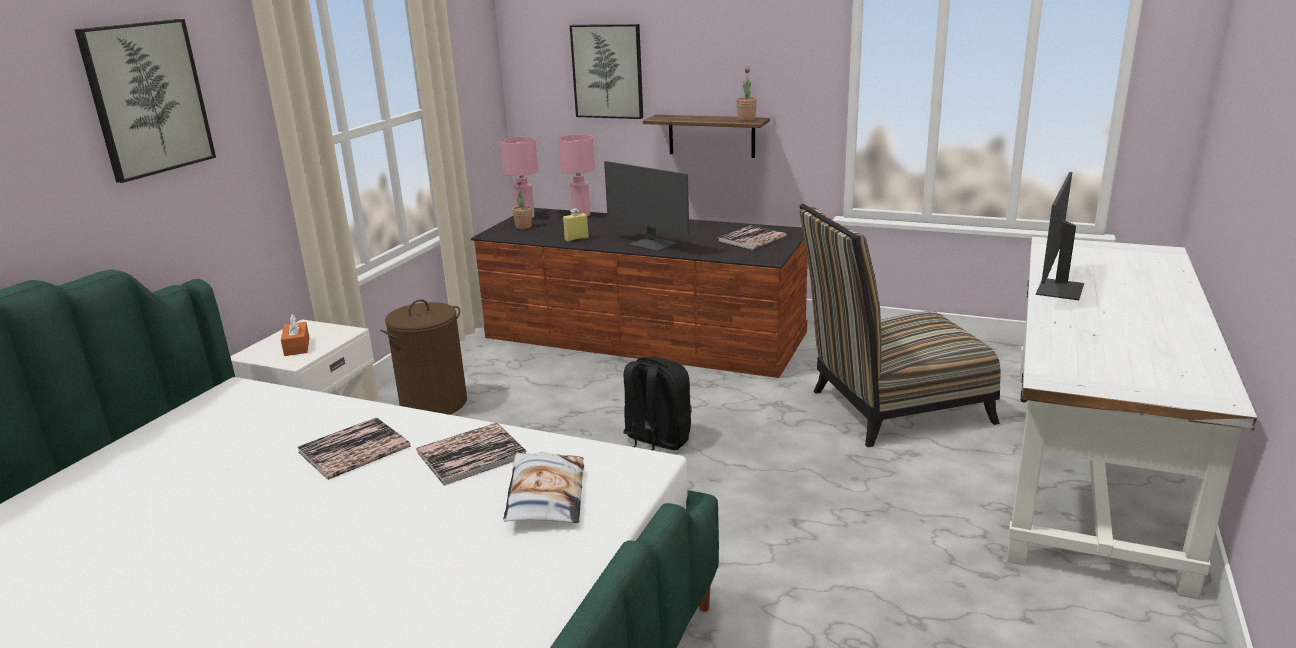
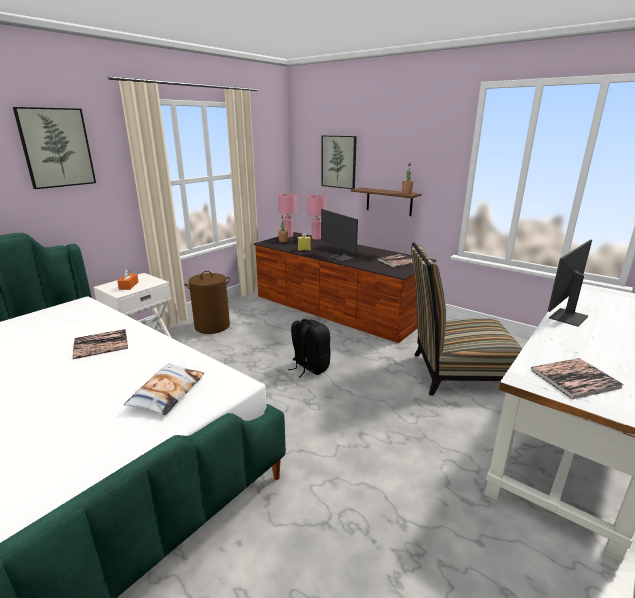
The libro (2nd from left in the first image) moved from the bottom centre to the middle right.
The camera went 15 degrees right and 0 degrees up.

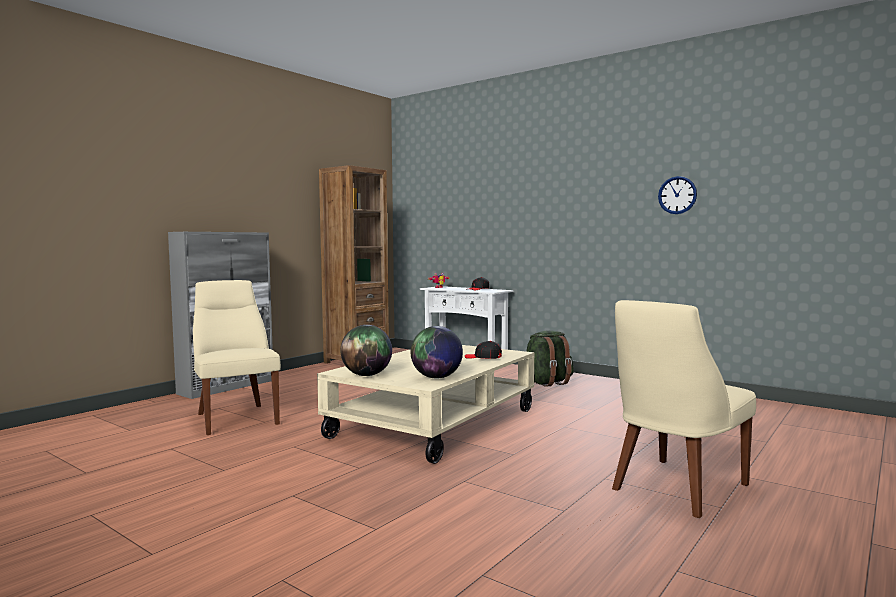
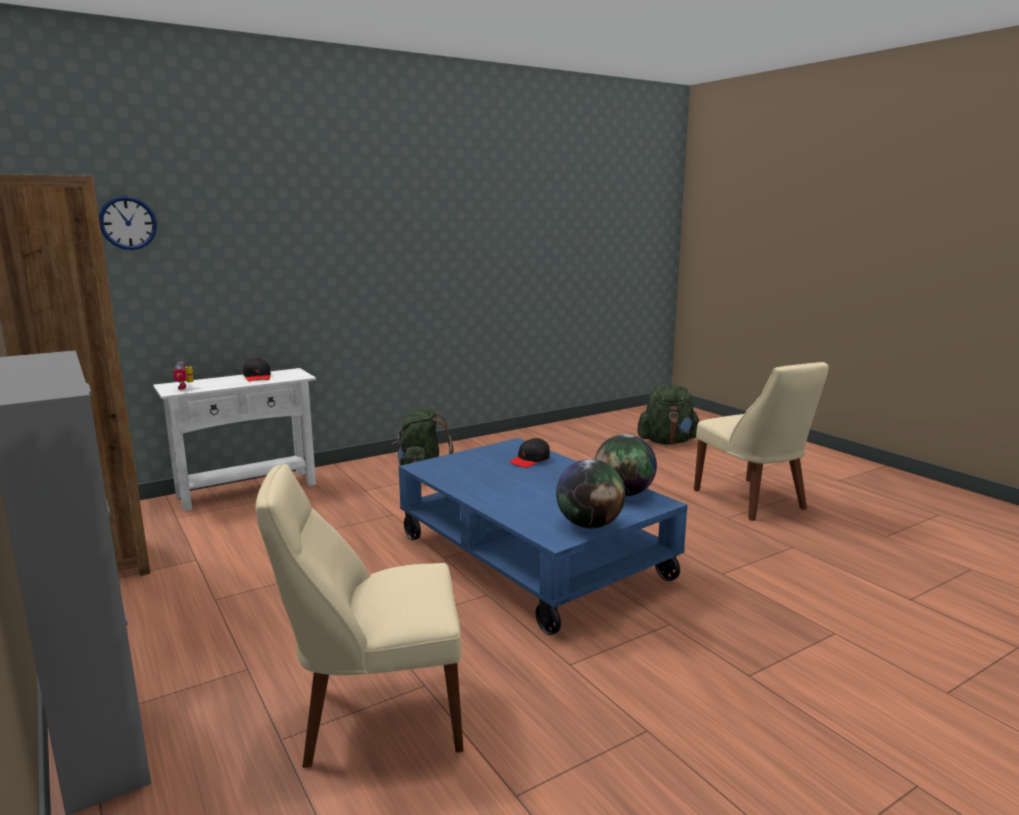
The reloj de pared moved from the top right to the top left.
The mesa de centro (beis) at the bottom centre became the mesa de centro (azul) at the centre.
The mochila (verde) (2nd from left) at the centre appeared.
The camera went 70 degrees left and 10 degrees up.

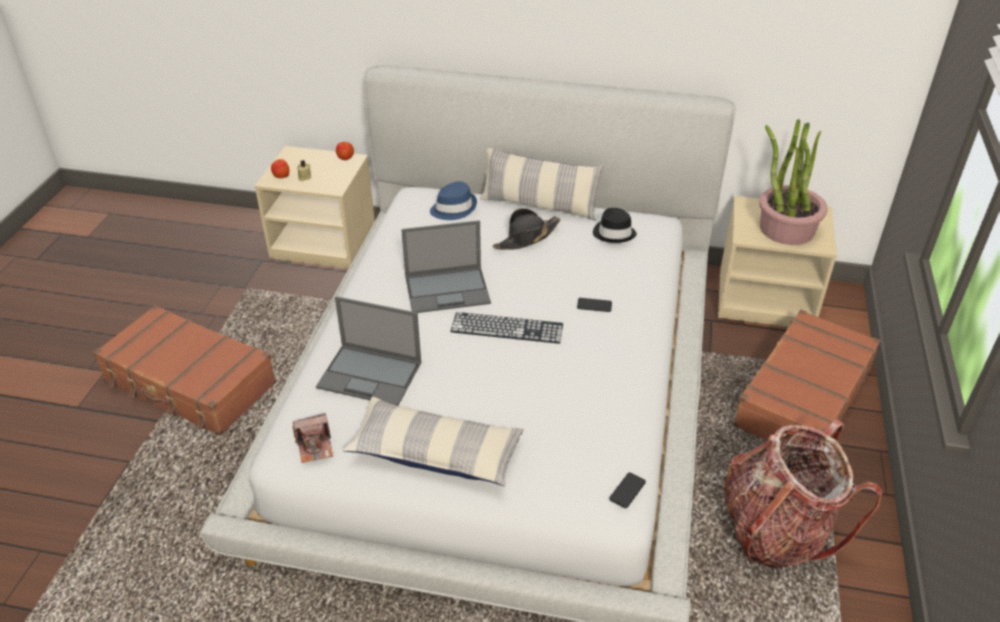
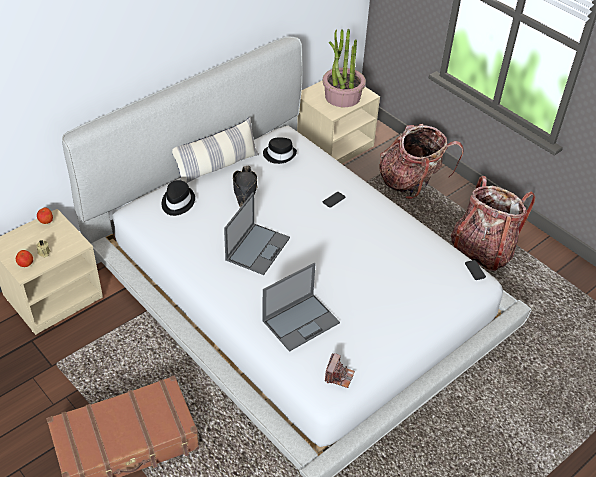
The sombrero (azul) at the top centre became the sombrero (negro) (1st from left) at the middle left.
The maleta (marrón) (2nd from left) at the middle right was replaced by the mochila (1st from left) at the middle right.
The cojín (1st from left) at the bottom centre disappeared.
The teclado at the centre disappeared.
The camera went 55 degrees left and 5 degrees up.

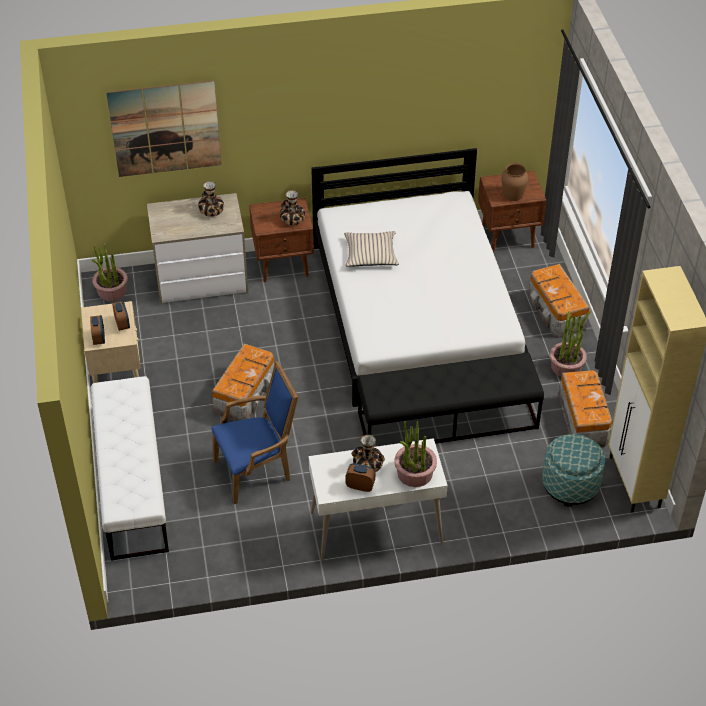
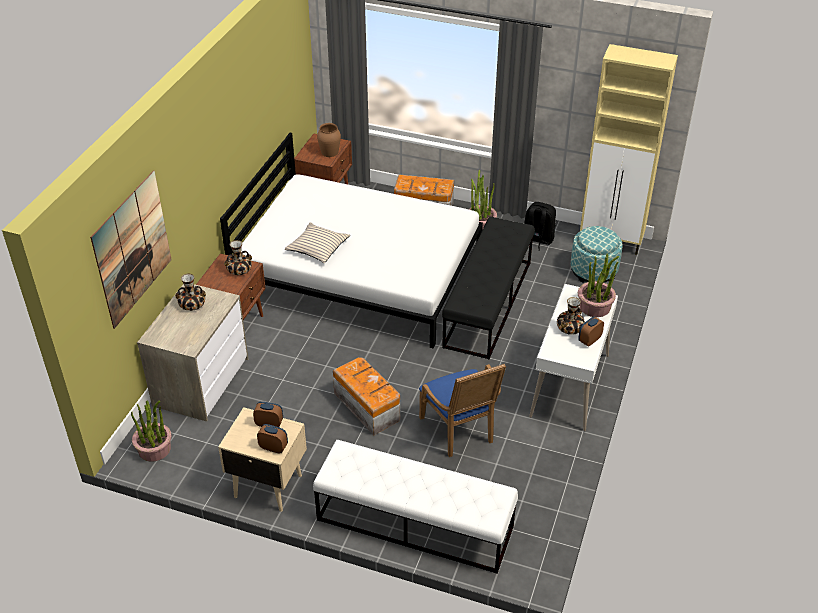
The sillón (azul) at the centre turned 150 degrees clockwise.
The caja de almacenaje (3rd from left) at the middle right was replaced by the mochila (negro) at the centre.
The camera went 60 degrees left and 5 degrees down.

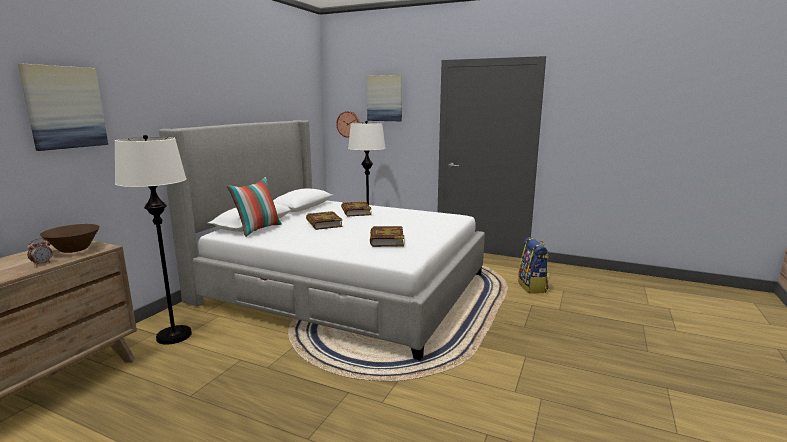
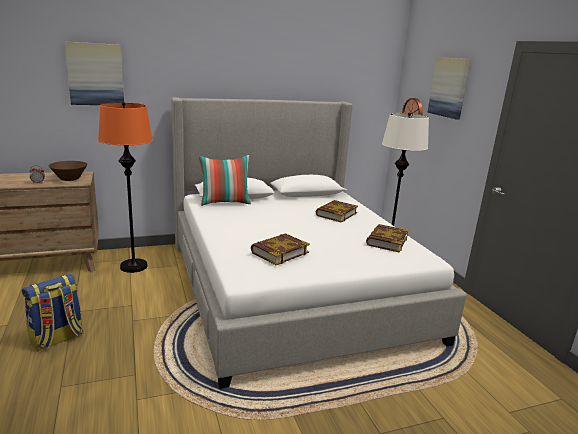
The mochila moved from the middle right to the bottom left.
The lámpara de pie (blanco) (1st from left) at the middle left became the lámpara de pie (naranja) at the middle left.
The libro (1st from left in the first image) moved from the centre to the middle right.
The camera went 45 degrees right and 5 degrees up.

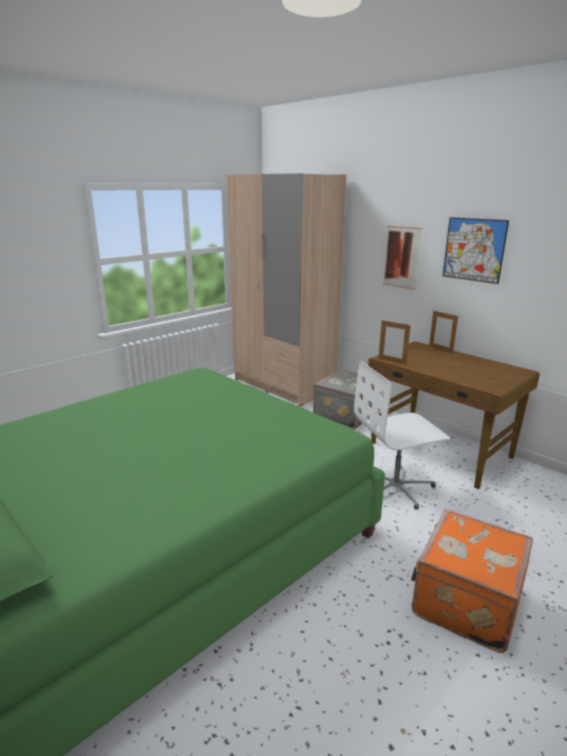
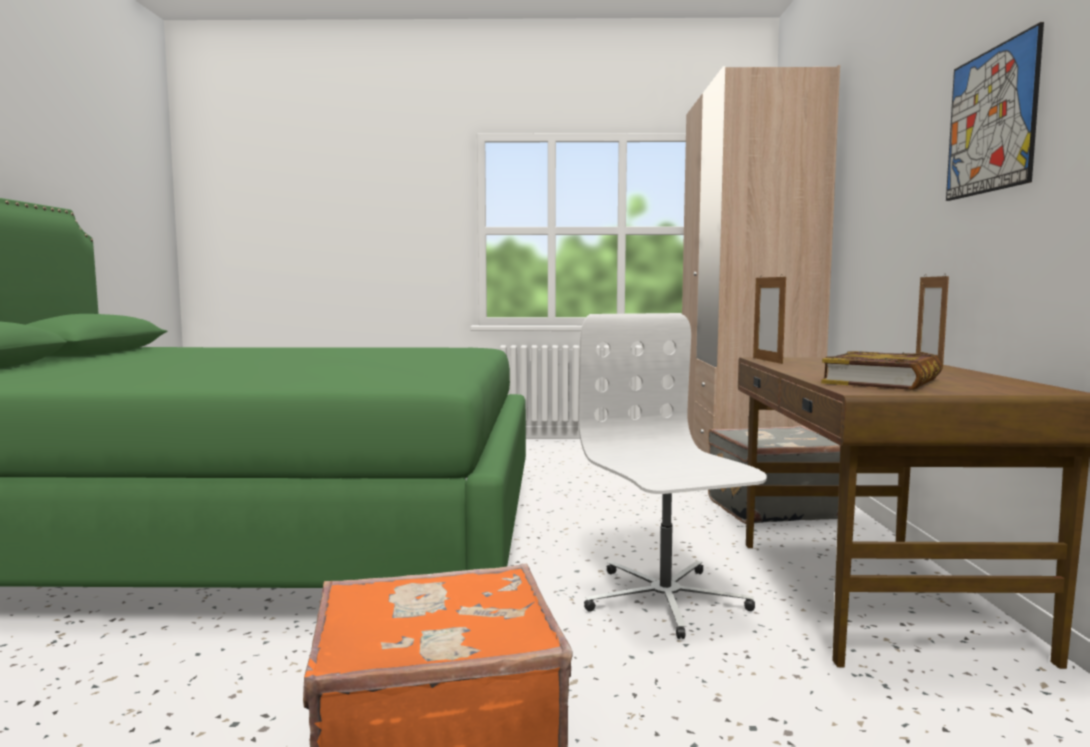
The silla de oficina (blanco) at the middle right turned 45 degrees clockwise.
The libro at the middle right appeared.
The cuadro (1st from left) at the middle right disappeared.
The camera went 45 degrees right and 15 degrees down.

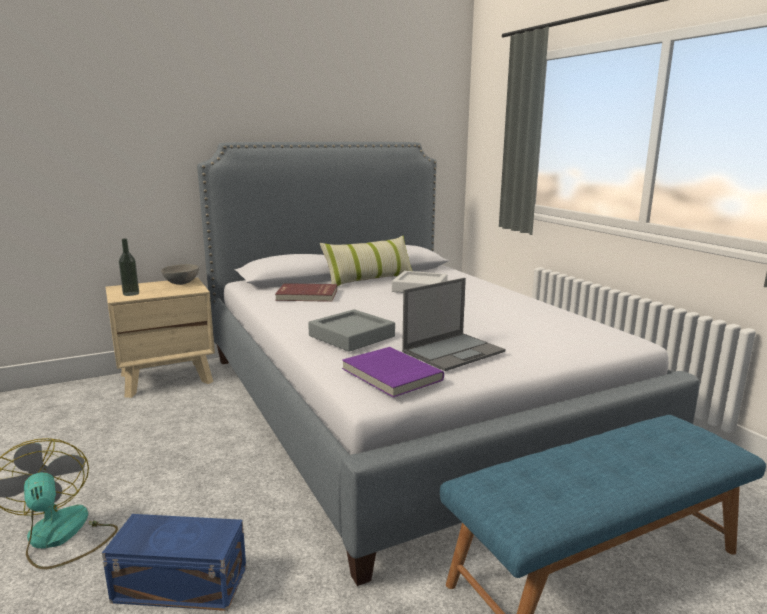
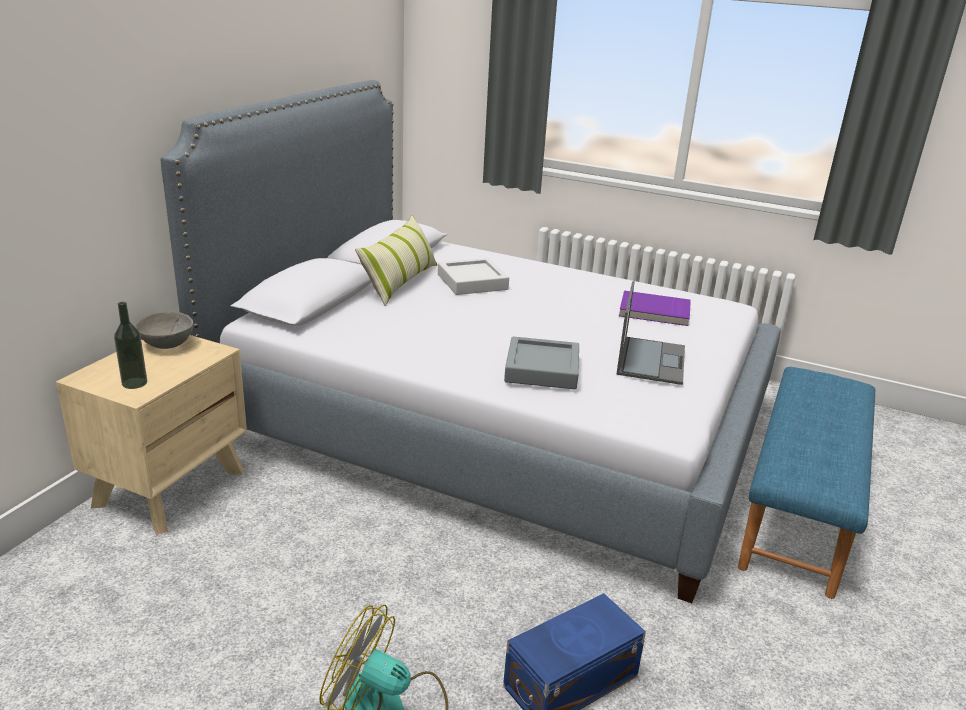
The libro (morado) moved from the centre to the middle right.
The libro (rojo) at the centre disappeared.
The camera went 40 degrees left and 10 degrees up.

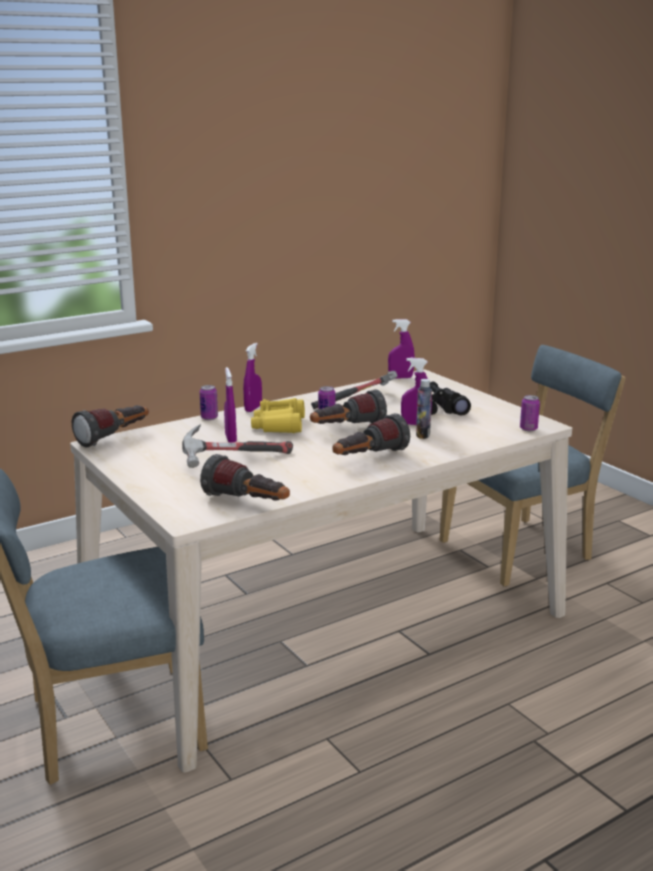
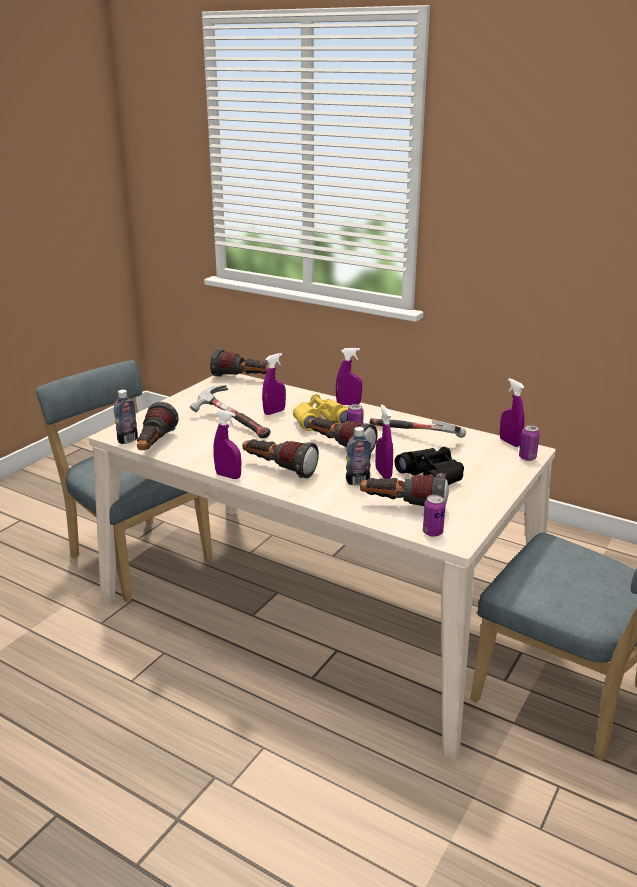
The botella (1st from left) at the middle left appeared.
The pulverizador (morado) (1st from left) at the centre appeared.
The linterna (5th from left) at the centre appeared.
The lata (1st from left in the first image) moved from the middle left to the middle right.
The camera went 65 degrees right and 5 degrees up.

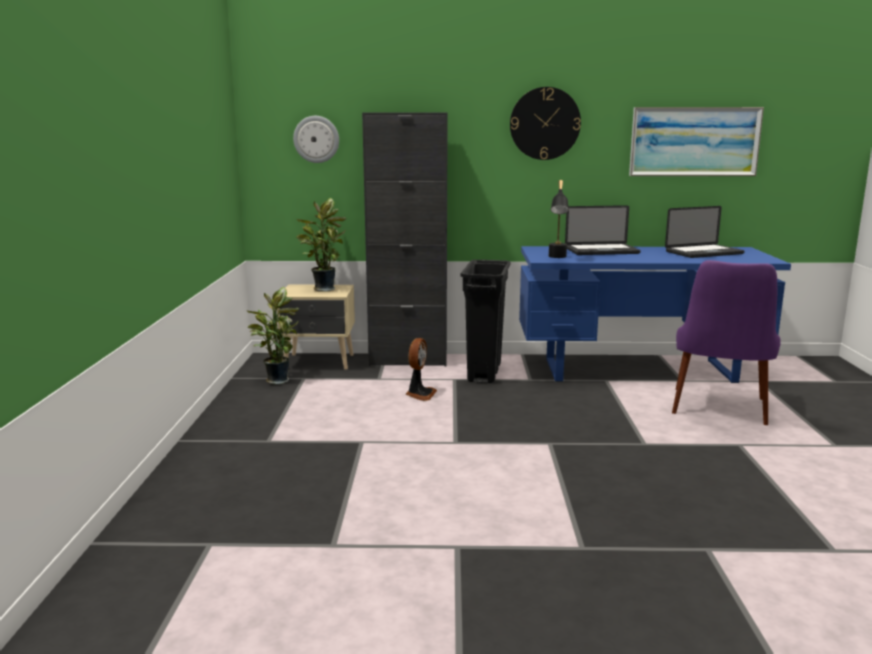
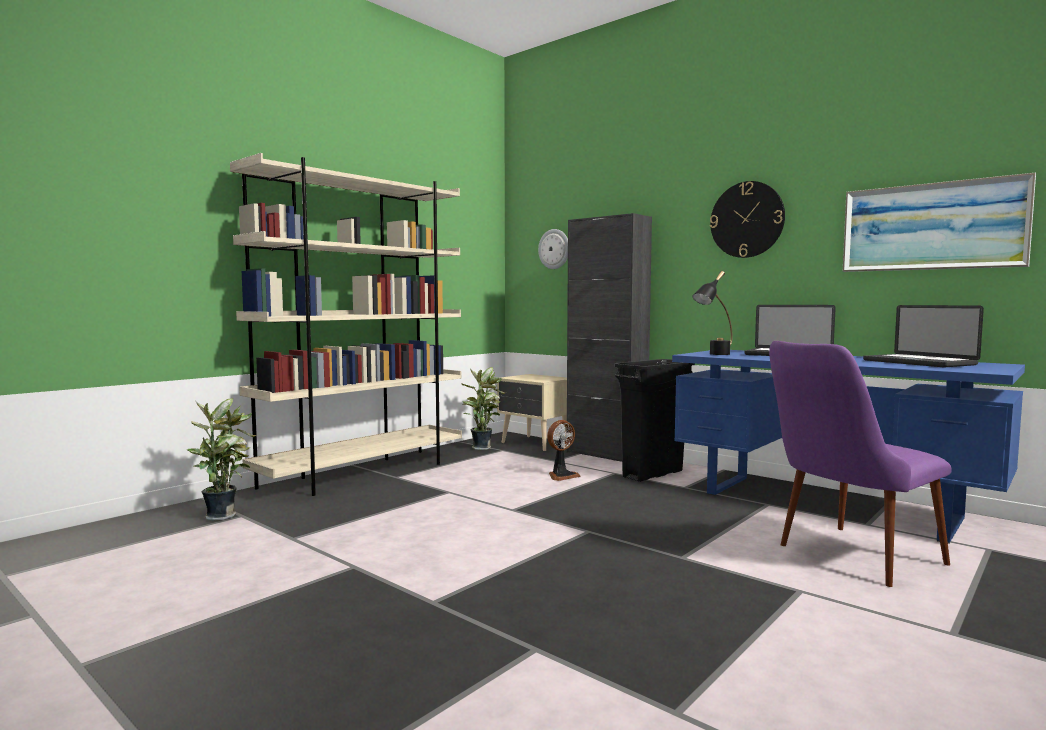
The planta en maceta (2nd from left in the first image) moved from the centre to the middle left.
The estantería (beis) at the middle left appeared.
The portátil (2nd from left) at the middle right turned 45 degrees clockwise.
The camera went 40 degrees right and 10 degrees down.

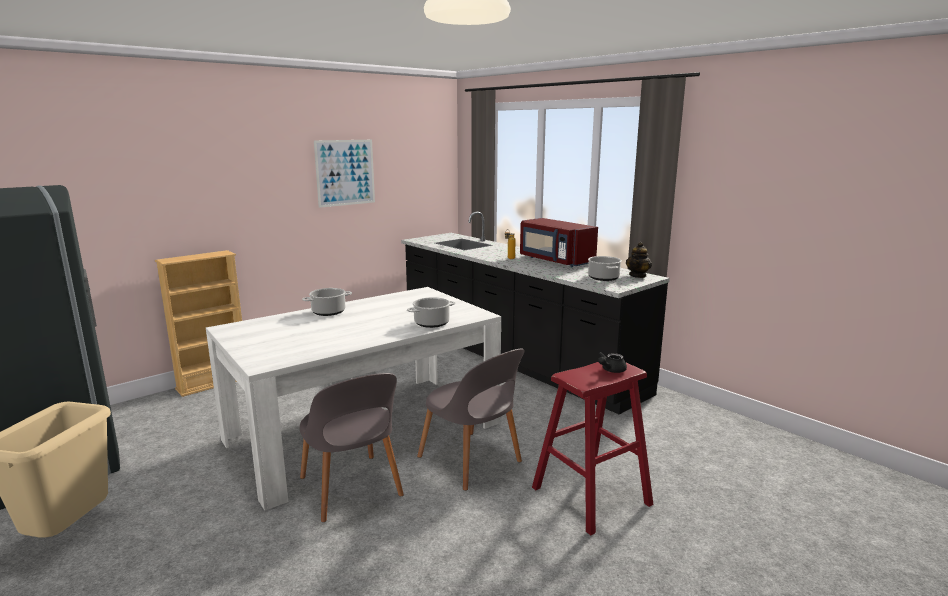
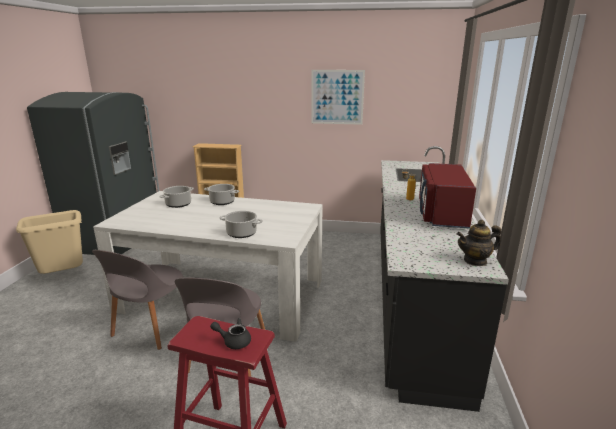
The olla (3rd from left in the first image) moved from the centre to the middle left.
The camera went 50 degrees right and 5 degrees up.

